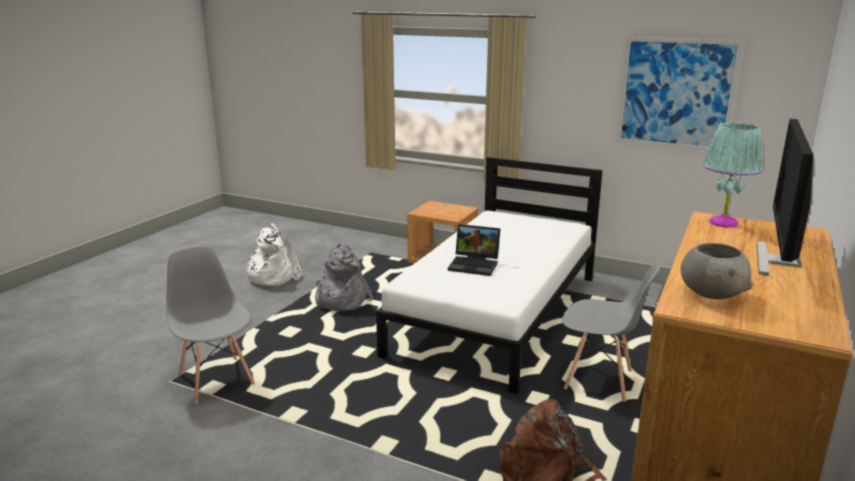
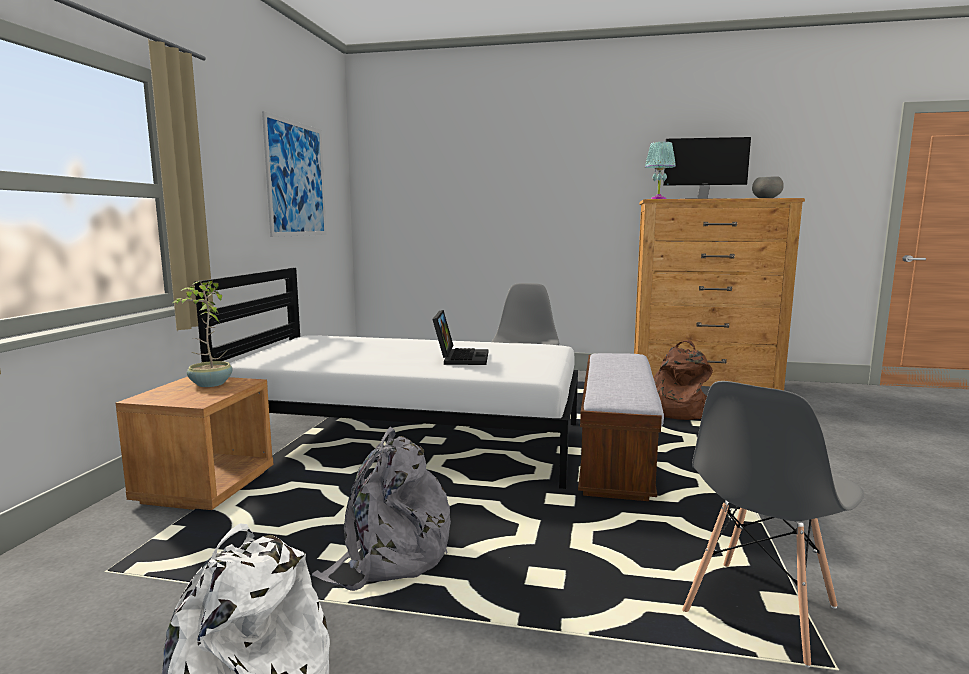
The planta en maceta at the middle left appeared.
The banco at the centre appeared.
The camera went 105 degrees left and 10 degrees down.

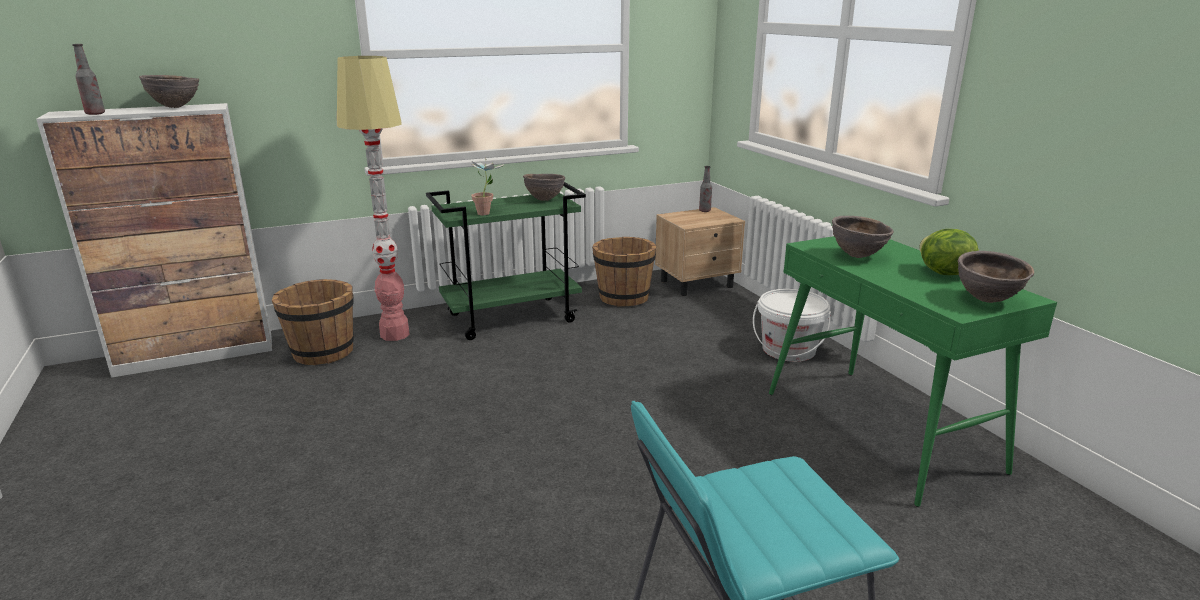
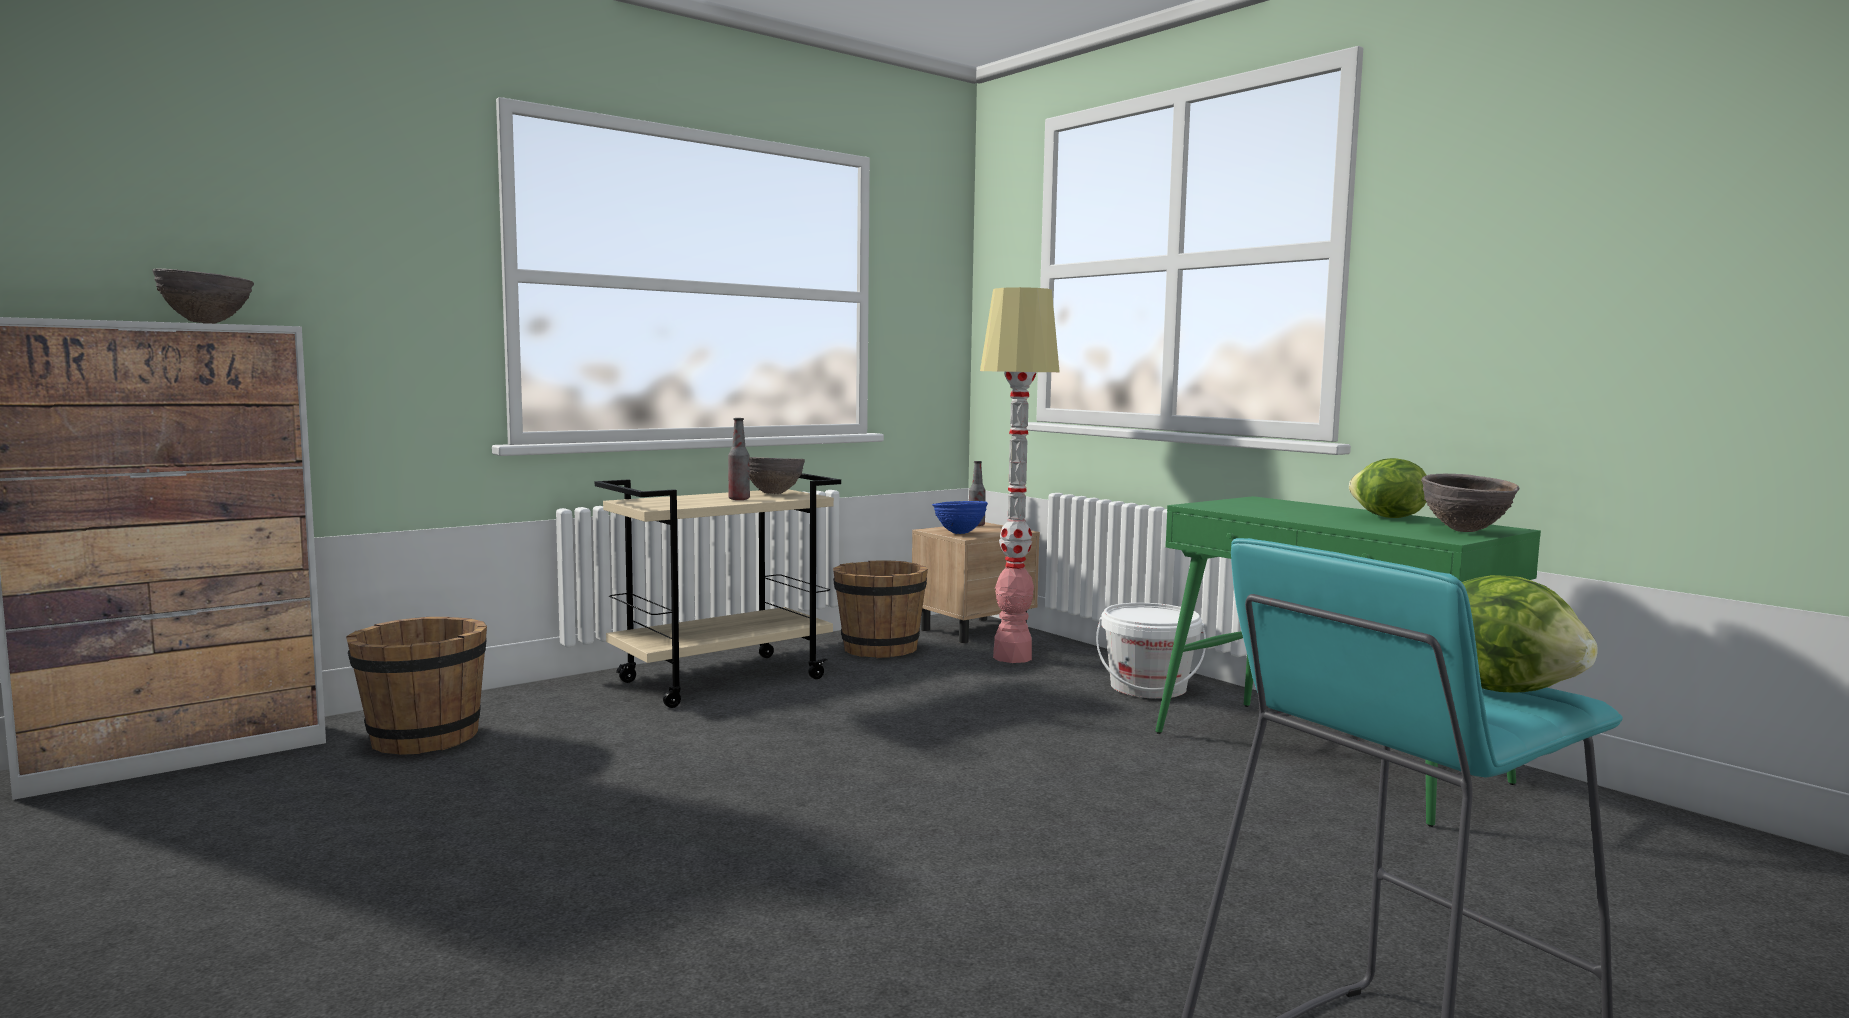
The carrito (verde) at the centre became the carrito (beis) at the centre.
The botella (1st from left) moved from the top left to the centre.
The cuenco (azul) at the centre appeared.
The lámpara de pie moved from the top left to the centre.
The lechuga (2nd from left) at the middle right appeared.
The planta en maceta at the top centre disappeared.
The cuenco (marrón) (3rd from left) at the middle right disappeared.
The camera went 15 degrees left and 15 degrees down.

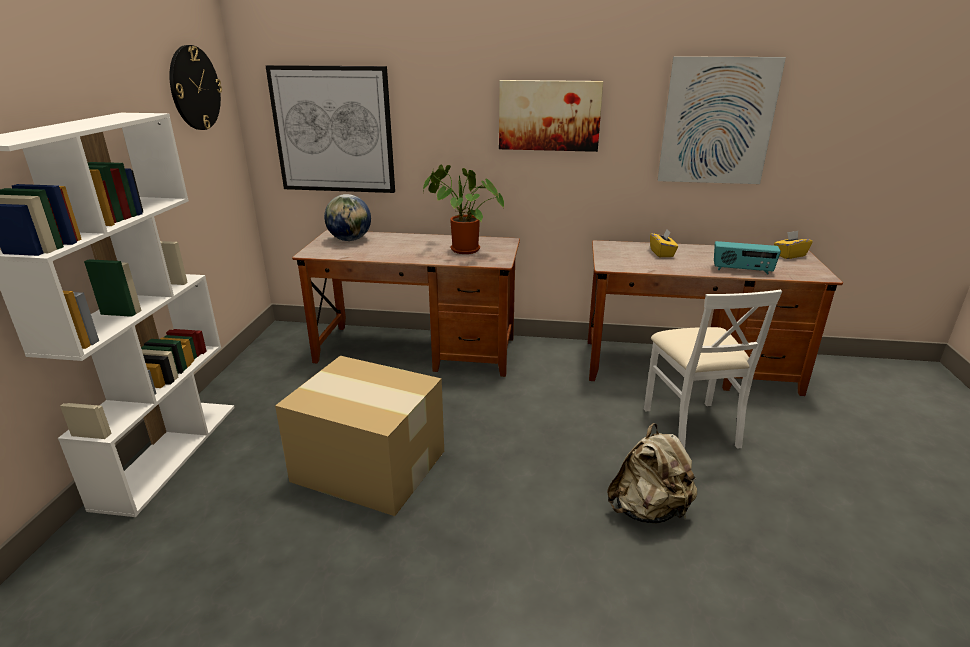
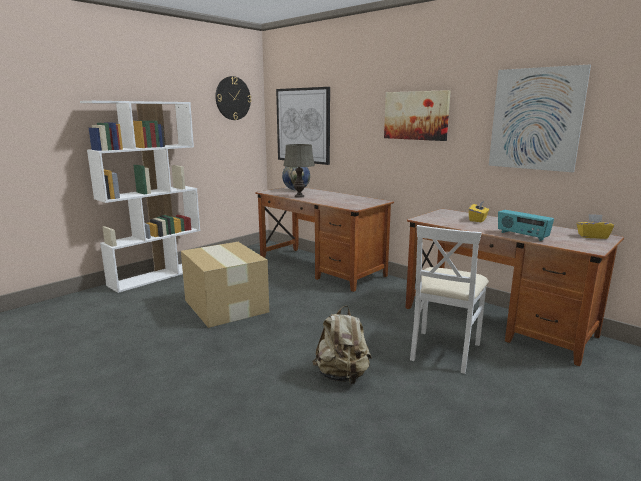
The lámpara de mesa (gris) at the centre appeared.
The planta en maceta at the top centre disappeared.
The camera went 35 degrees right and 10 degrees down.

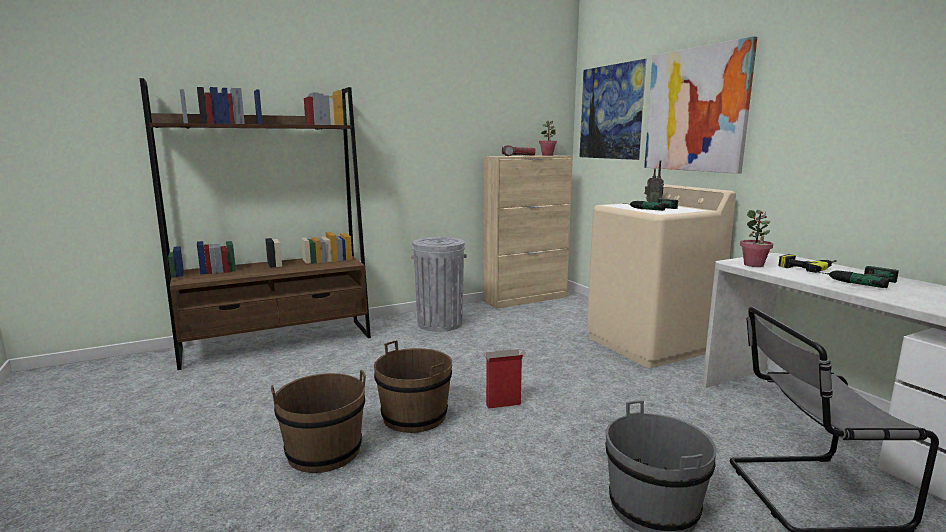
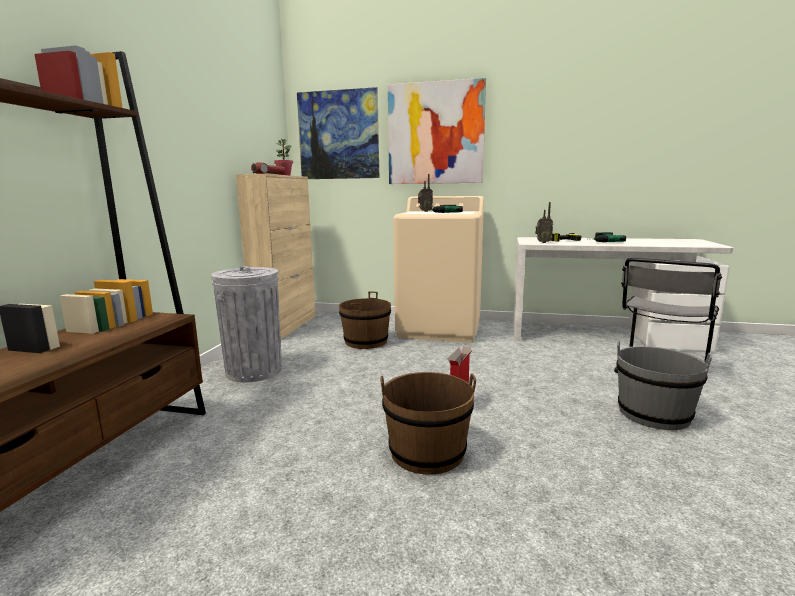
The cubo (marrón) (1st from left) moved from the bottom centre to the centre.
The planta en maceta (2nd from left) at the middle right was replaced by the radio (2nd from left) at the middle right.
The camera went 50 degrees left and 0 degrees up.

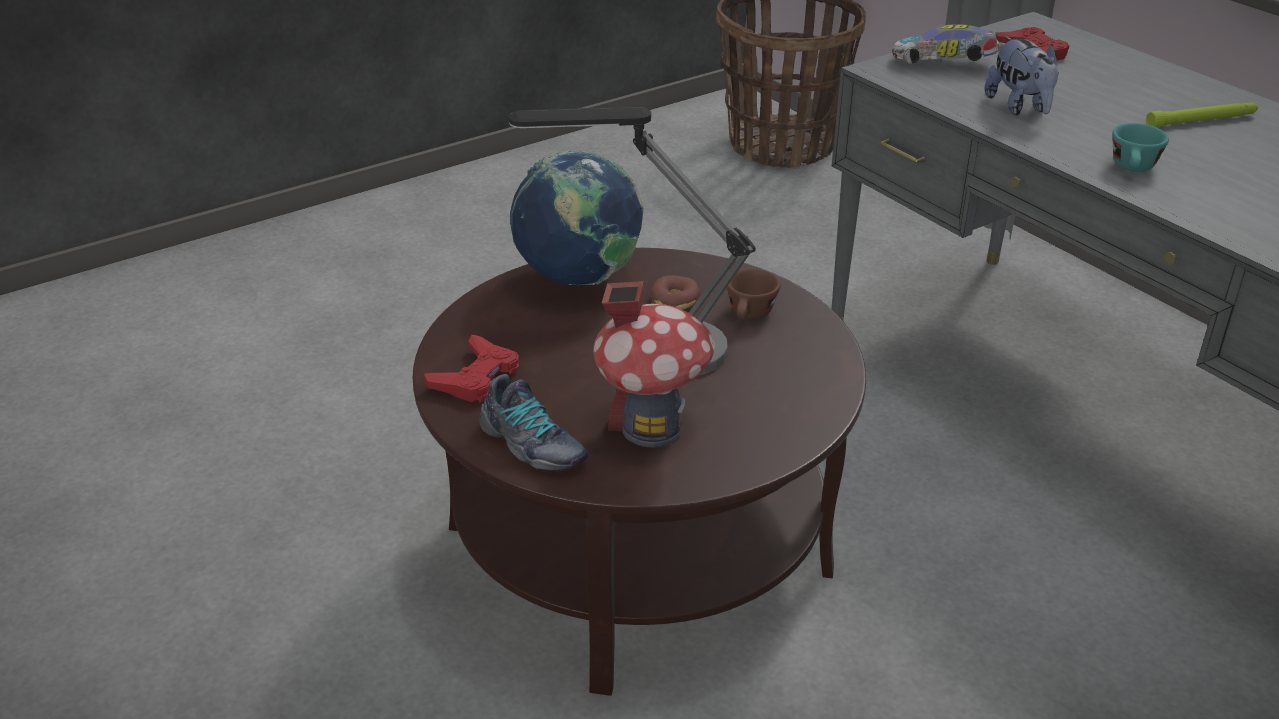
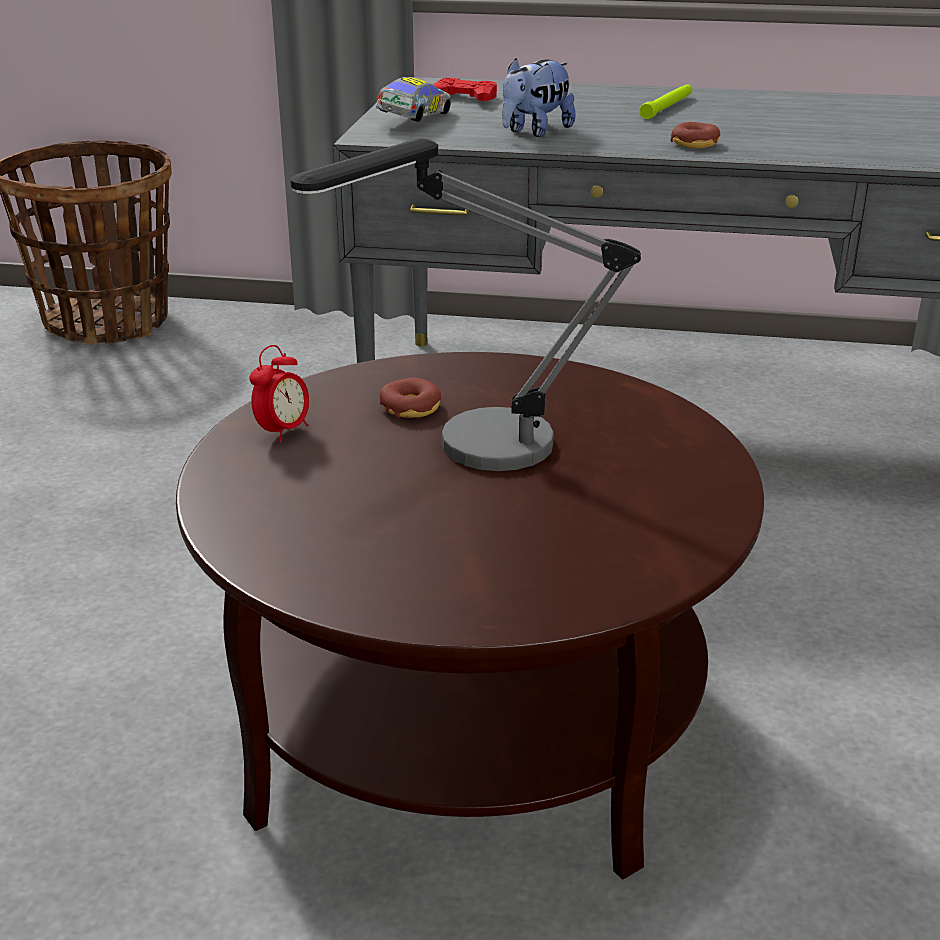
The globo terráqueo at the top centre was replaced by the despertador at the middle left.
The coche de juguete at the top right turned 150 degrees clockwise.
The peluche at the top right turned 105 degrees clockwise.
The taza (turquesa) at the top right was replaced by the rosquilla (2nd from left) at the top right.
The mando de consola (rojo) (1st from left) at the centre disappeared.
The zapato at the centre disappeared.
The casita at the centre disappeared.
The taza (marrón) at the centre disappeared.
The camera went 45 degrees left and 5 degrees down.

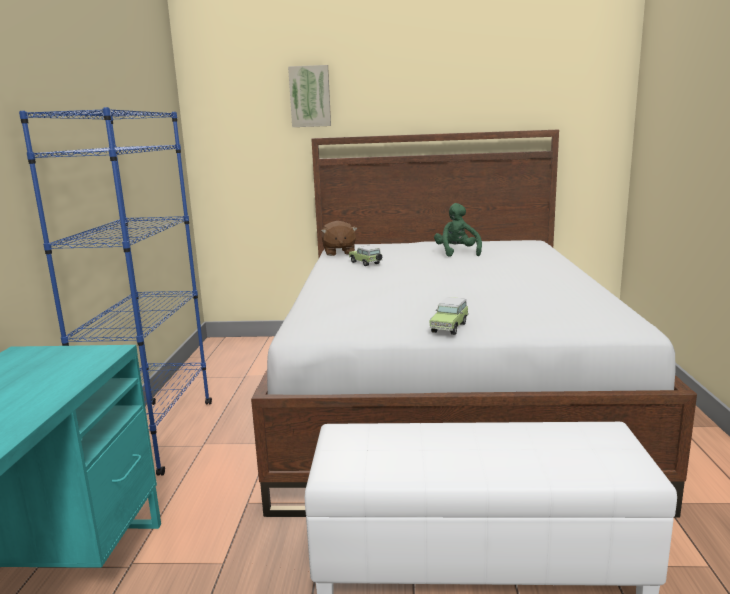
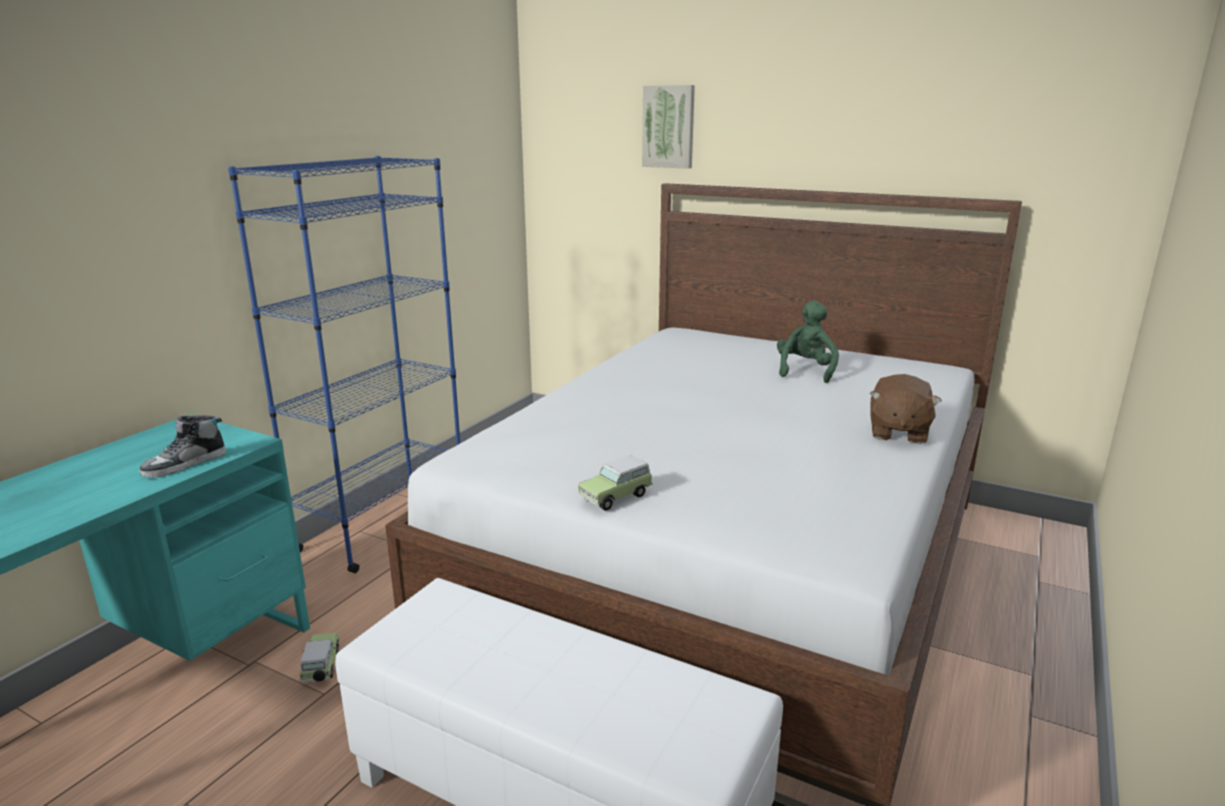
The zapato at the middle left appeared.
The coche de juguete (1st from left) moved from the centre to the bottom left.
The peluche (marrón) moved from the centre to the middle right.
The camera went 25 degrees right and 5 degrees up.

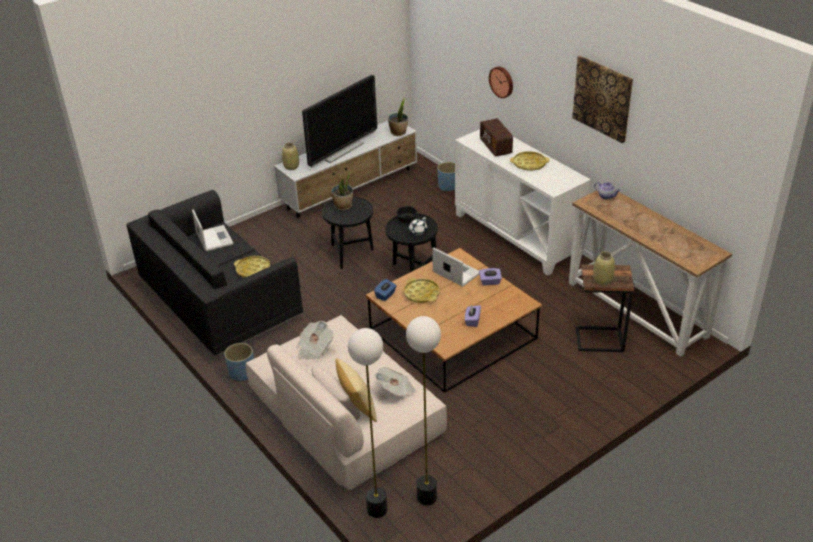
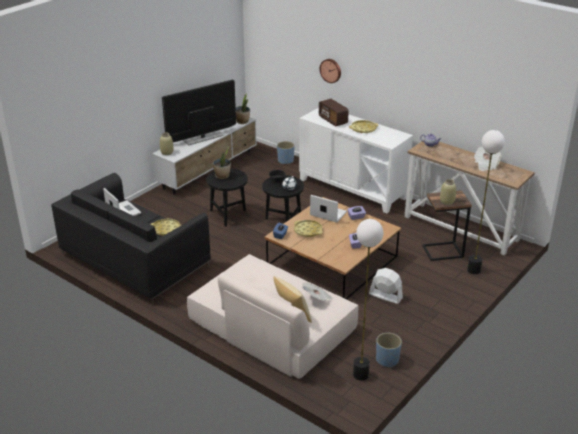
The televisor at the top centre turned 150 degrees counterclockwise.
The ventilador (blanco) at the middle right appeared.
The maceta (azul) (1st from left in the first image) moved from the bottom left to the bottom right.
The lámpara de pie (1st from left in the first image) moved from the bottom centre to the middle right.
The periódico (1st from left in the first image) moved from the centre to the middle right.
The cuadro at the top right disappeared.
The camera went 15 degrees left and 5 degrees down.

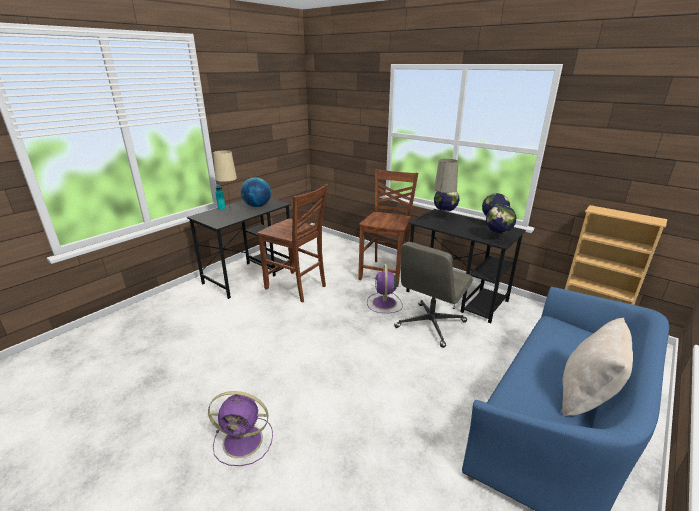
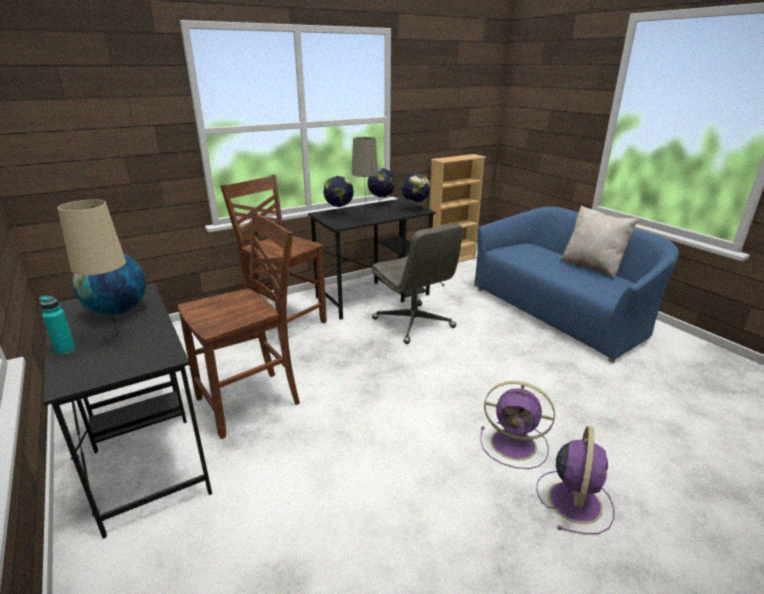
The ventilador (morado) (2nd from left in the first image) moved from the centre to the bottom right.
The camera went 70 degrees left and 0 degrees up.

